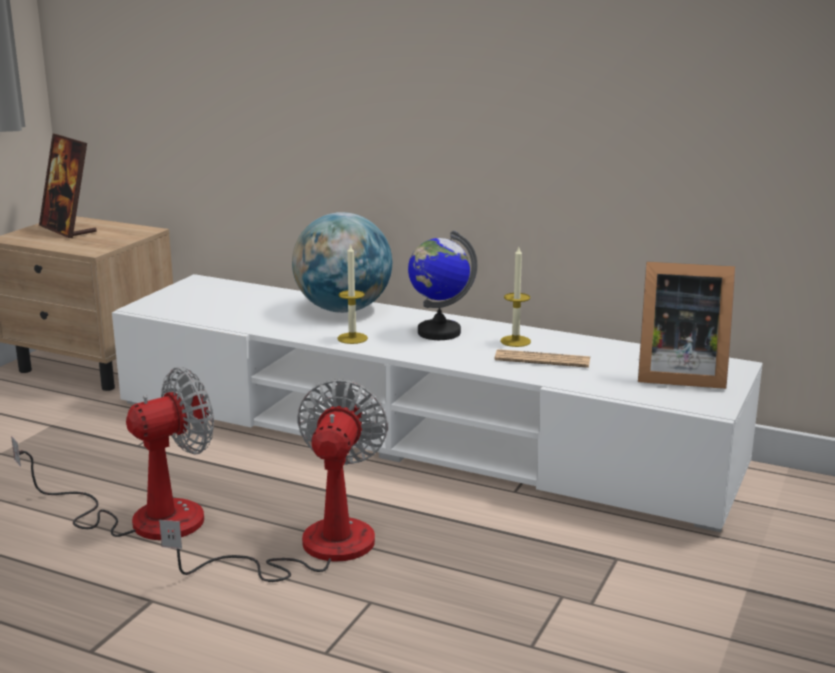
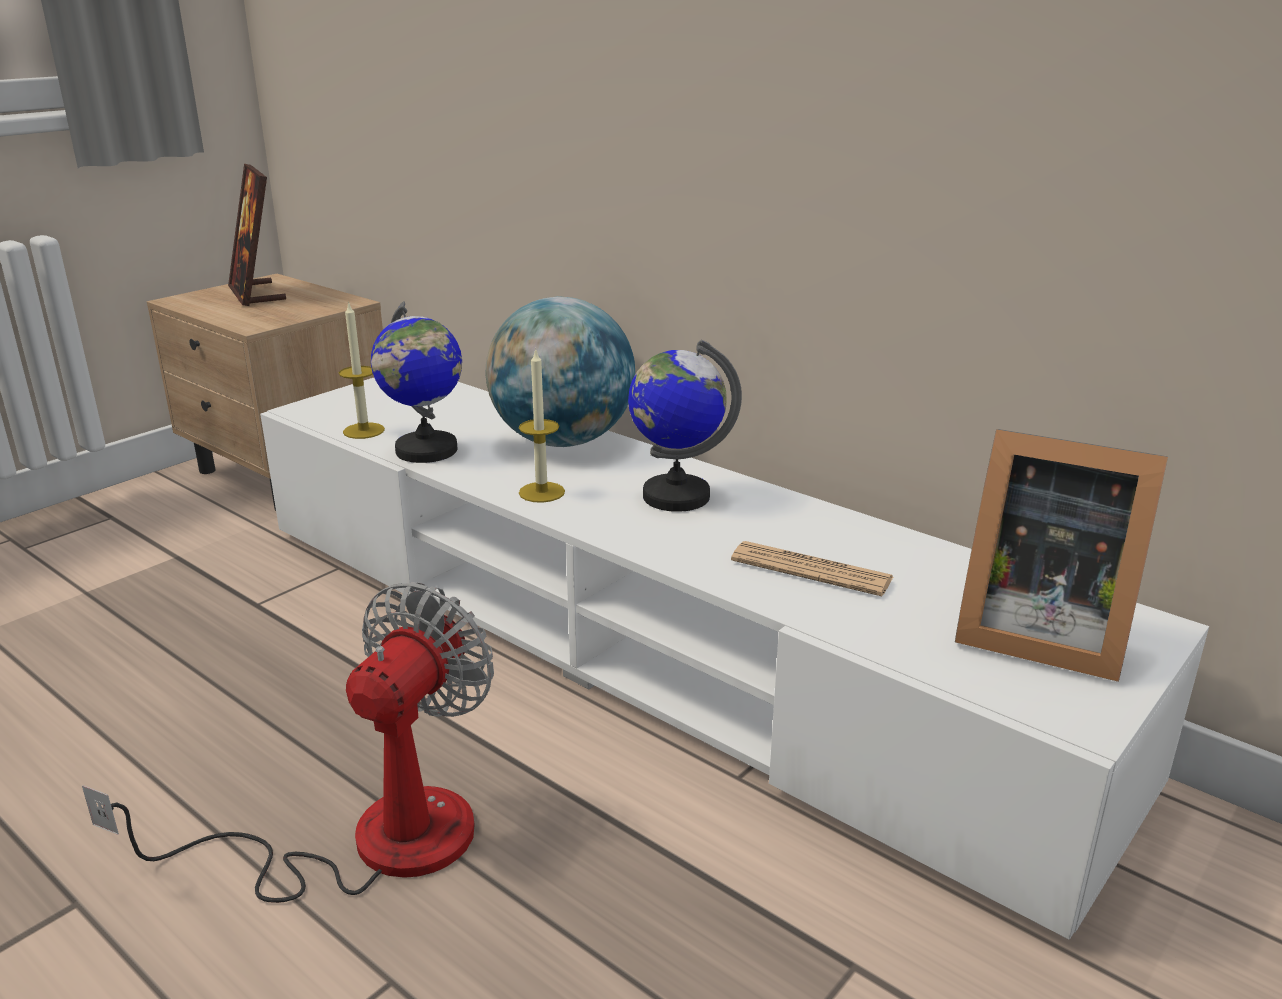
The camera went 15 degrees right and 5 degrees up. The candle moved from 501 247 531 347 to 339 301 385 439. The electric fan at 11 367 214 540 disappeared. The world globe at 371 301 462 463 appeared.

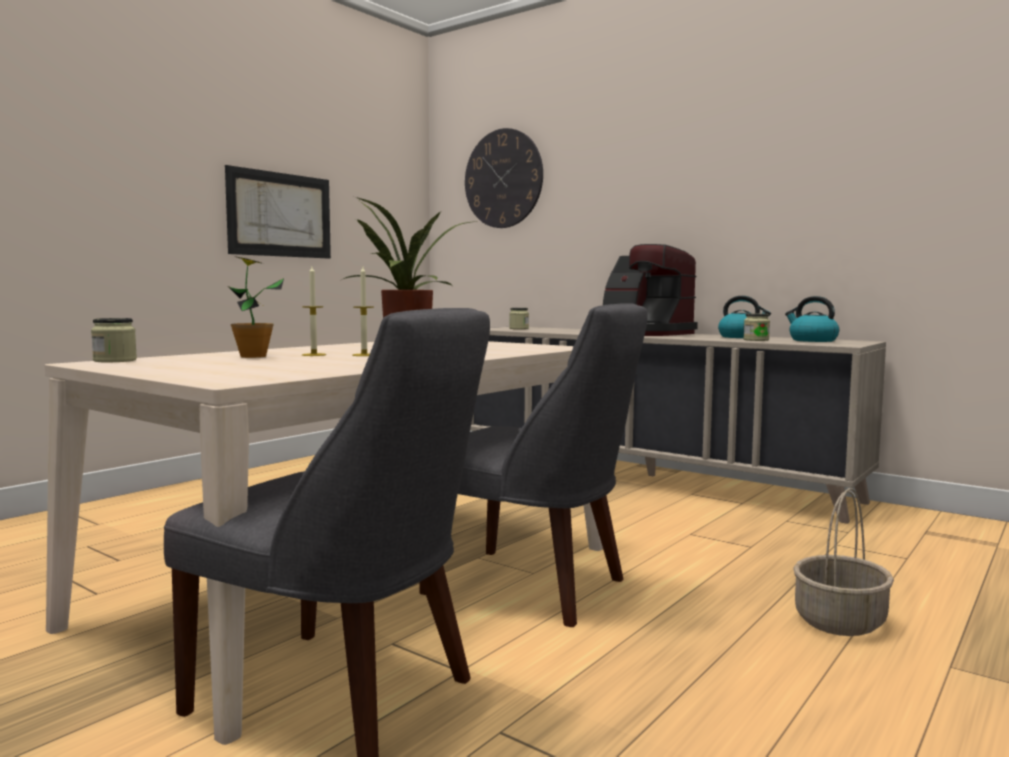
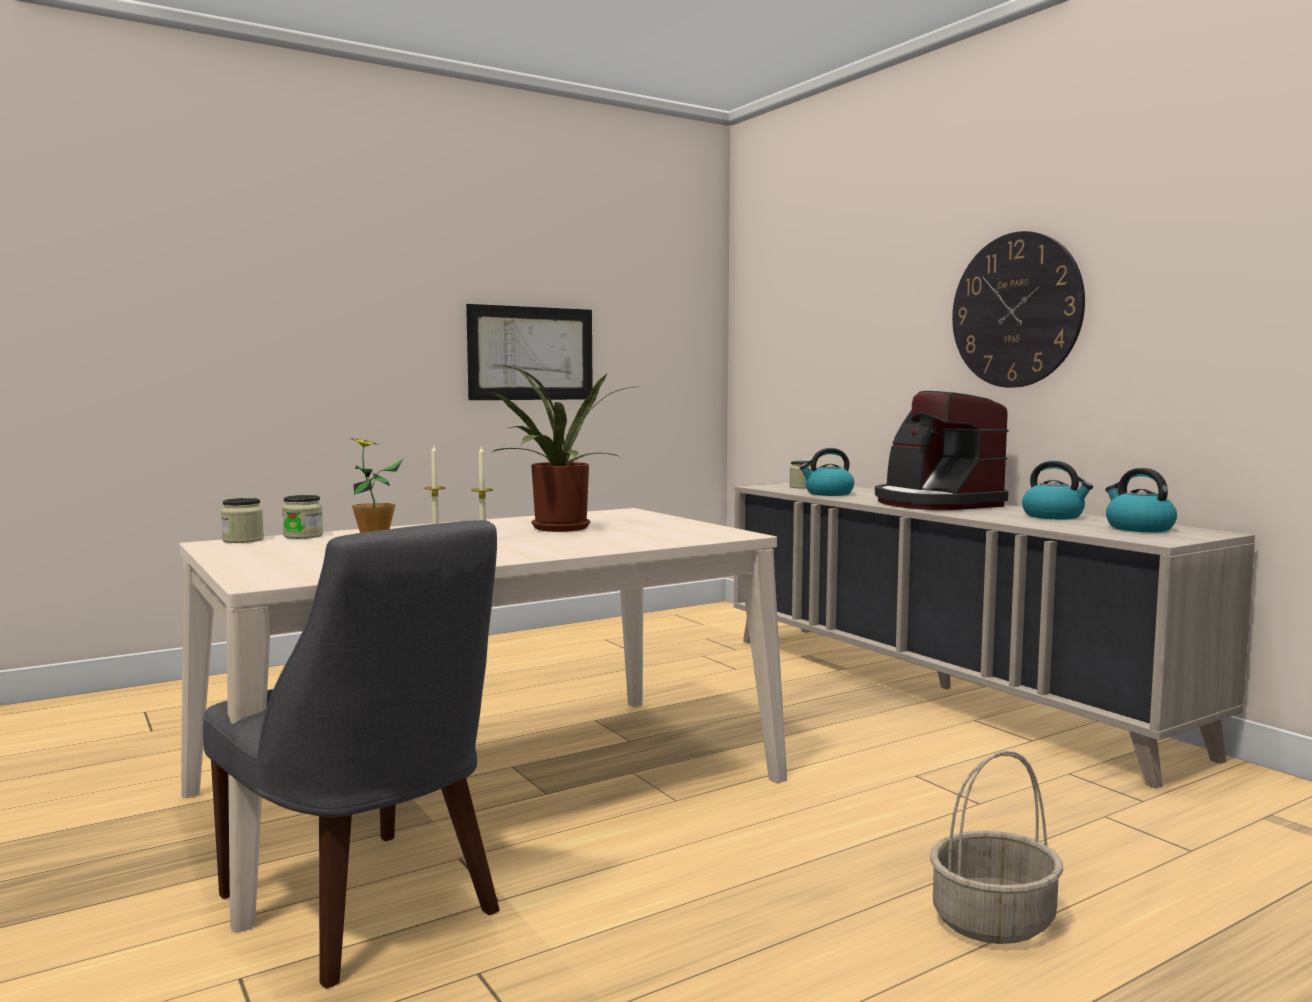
The camera went 20 degrees right and 0 degrees up. The clock on the wall moved from 465 128 543 228 to 952 231 1085 388. The grey upright chair at 419 303 648 627 disappeared. The preserve jar moved from 743 313 770 341 to 282 495 323 539. The water kettle at 799 448 854 496 appeared.

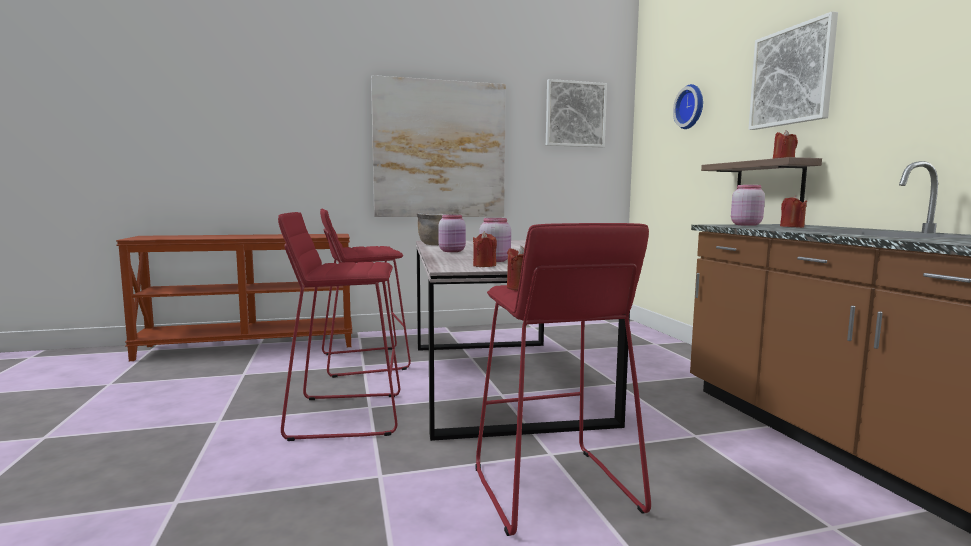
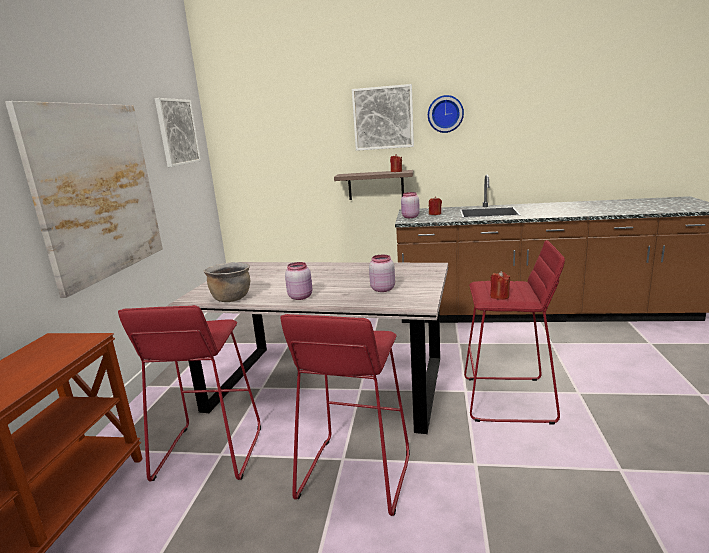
The camera went 65 degrees left and 10 degrees up. The clock on the wall moved from 673 84 703 129 to 428 95 464 133. The red-coloured candle at 473 231 497 267 disappeared.

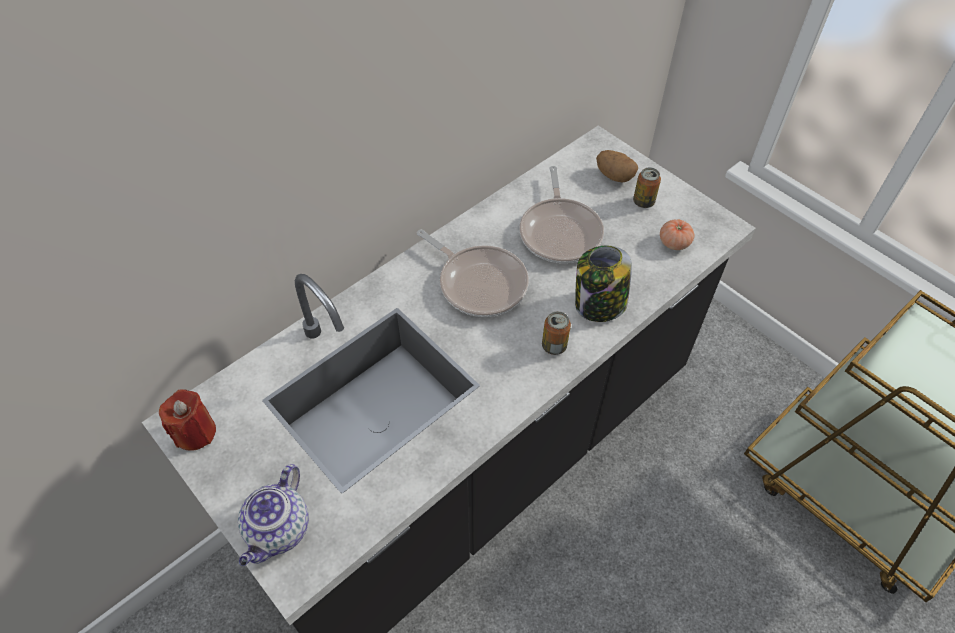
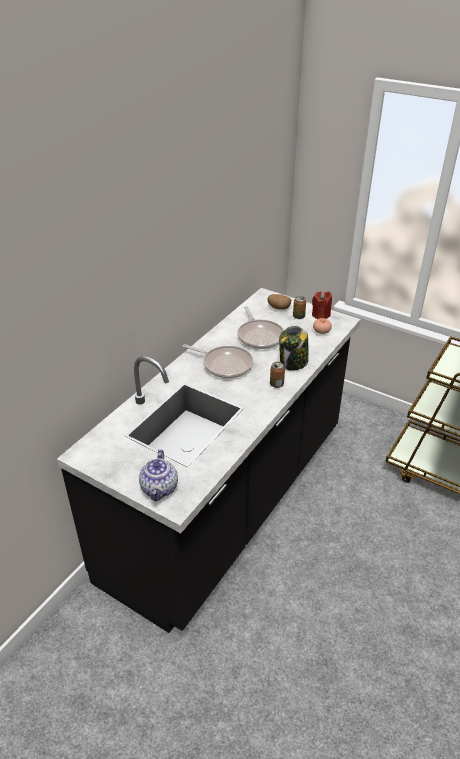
The camera went 15 degrees left and 15 degrees down. The red-coloured candle moved from 159 389 216 451 to 312 291 332 319.

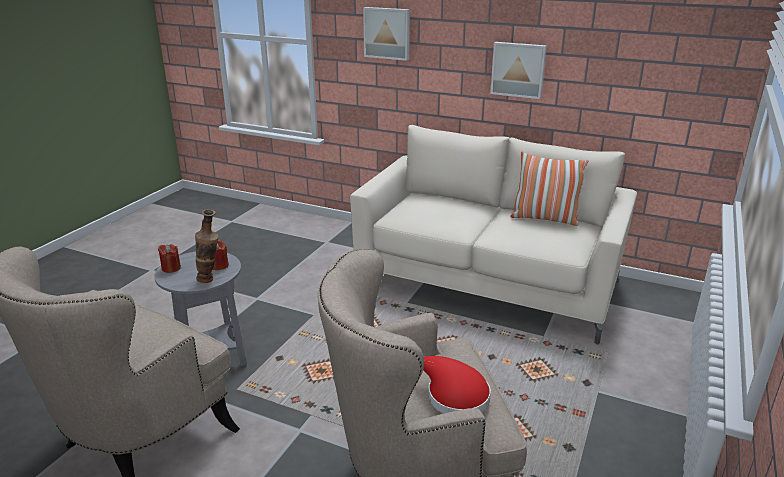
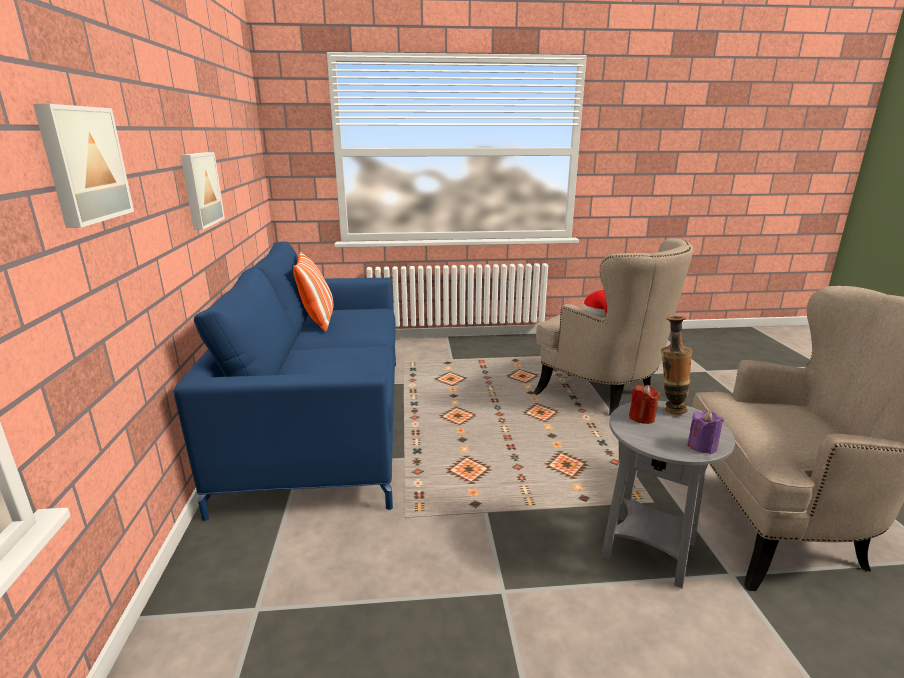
The camera went 120 degrees left and 5 degrees down. The beige sofa at 350 125 637 344 became the blue sofa at 174 241 396 521. The red-coloured candle at 158 244 181 273 became the purplish candle at 687 411 724 454.

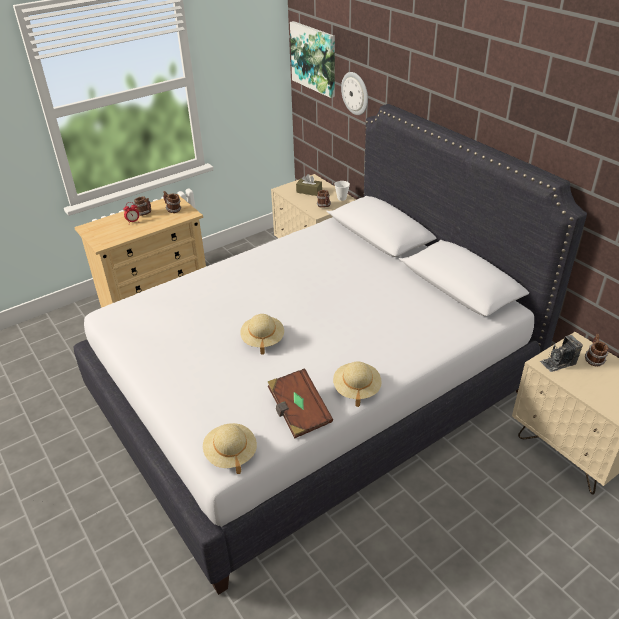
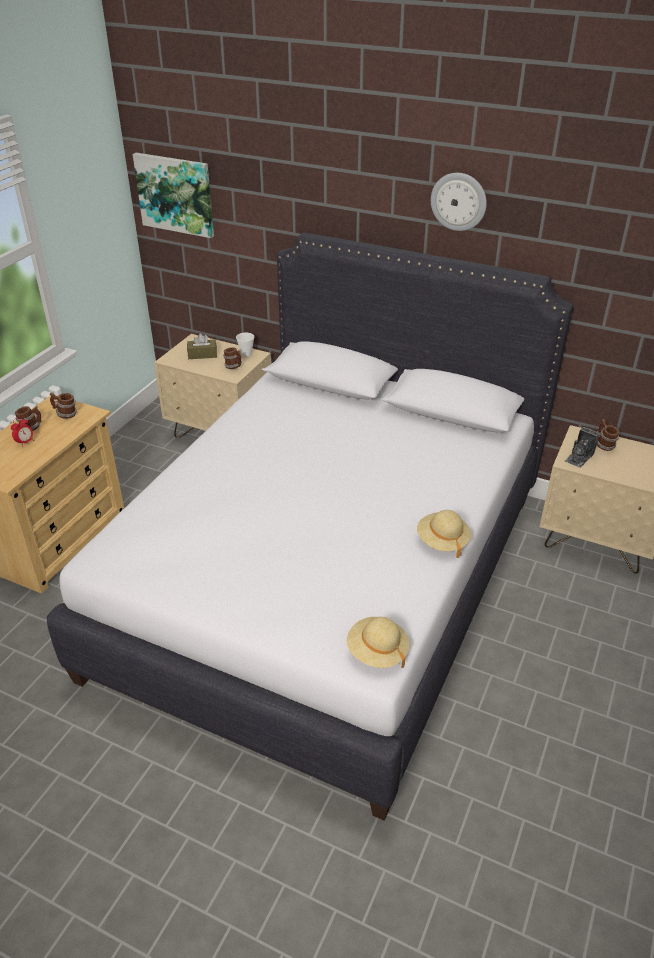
The camera went 30 degrees left and 0 degrees up. The clock on the wall moved from 341 72 368 115 to 431 173 487 231. The beige wearable hat at 240 314 284 355 disappeared. The brownish bound book at 268 368 333 439 disappeared.

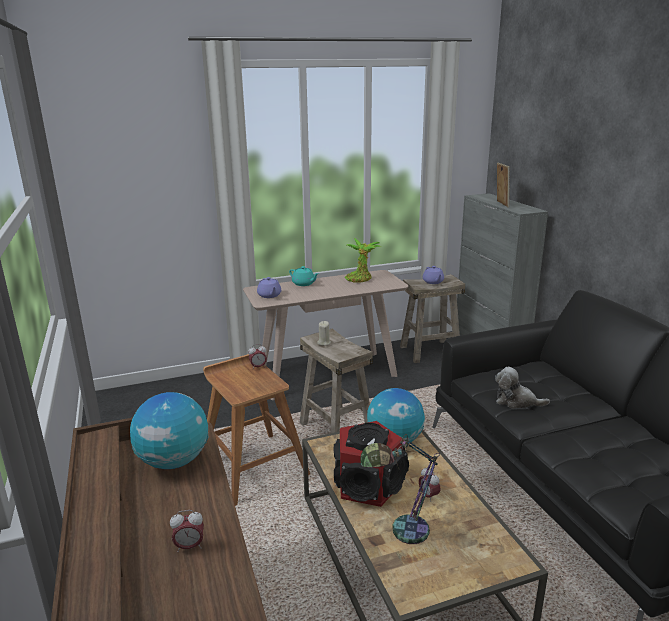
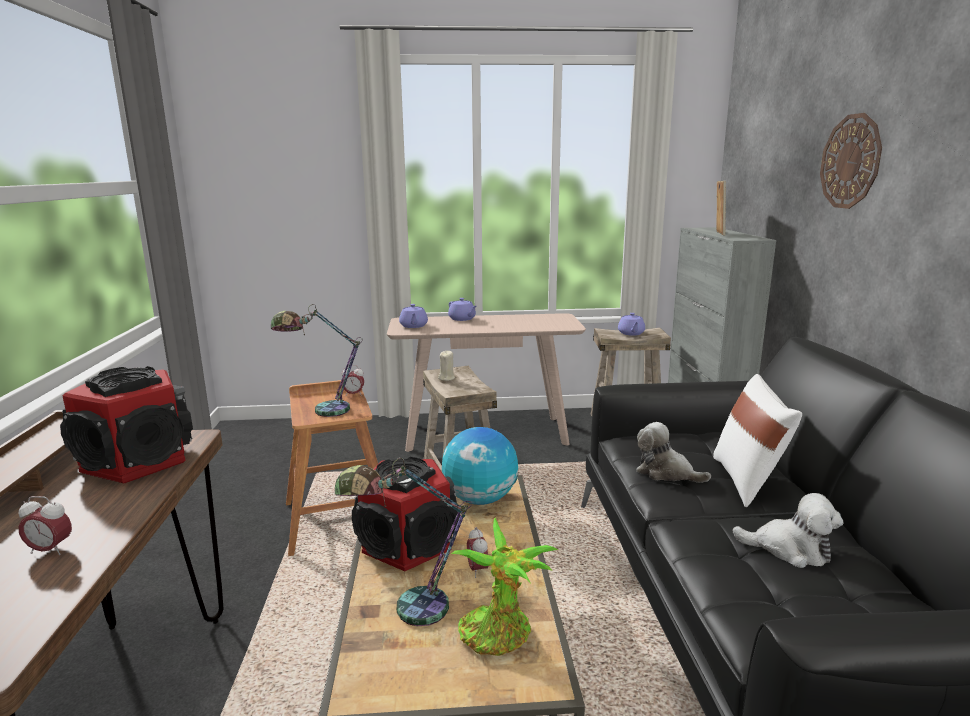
The camera went 15 degrees right and 5 degrees down. The potted plant moved from 345 238 381 283 to 451 517 559 656. The blue-green tea pot at 289 266 319 286 became the purplish tea pot at 448 298 477 321. The world globe at 130 392 208 469 was replaced by the loudspeaker at 60 366 193 483. The clock on the wall at 820 113 882 209 appeared. The table lamp at 271 304 363 417 appeared. The whitish cushion at 713 374 802 507 appeared. The cuddly toy at 732 493 843 568 appeared.

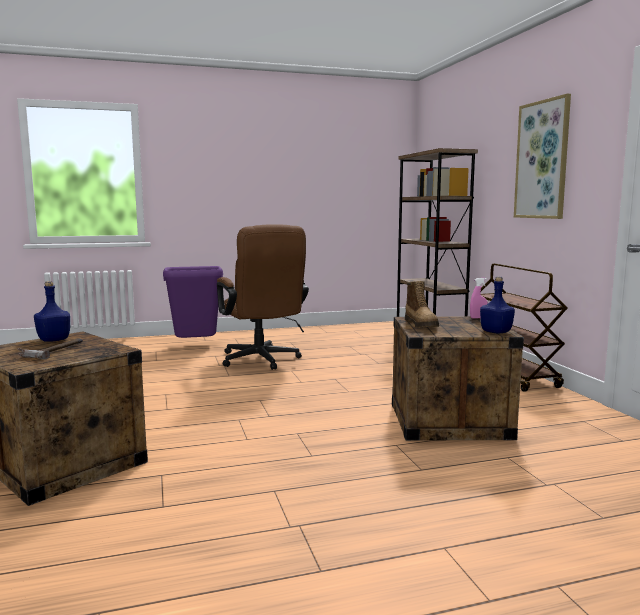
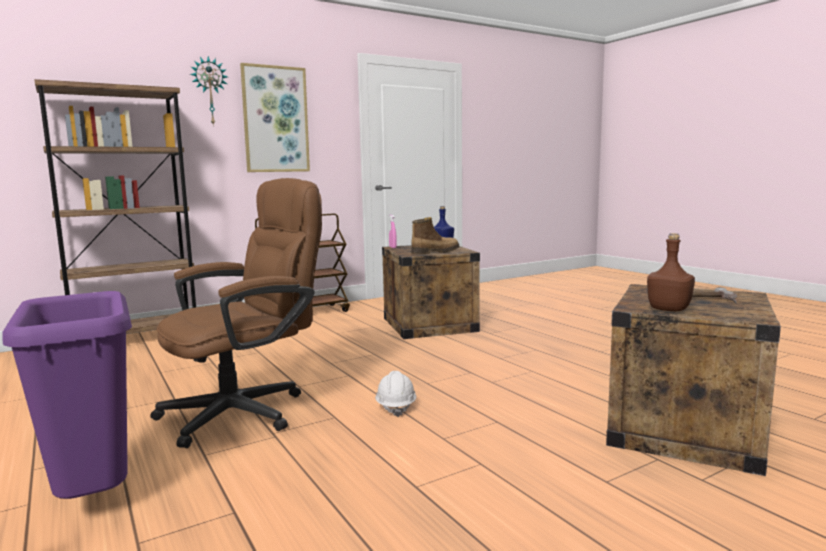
The camera went 105 degrees left and 0 degrees up. The blue beverage bottle at 34 281 70 342 became the brownish beverage bottle at 647 233 695 311. The clock on the wall at 190 56 227 126 appeared. The whitish hard hat at 375 371 416 417 appeared.

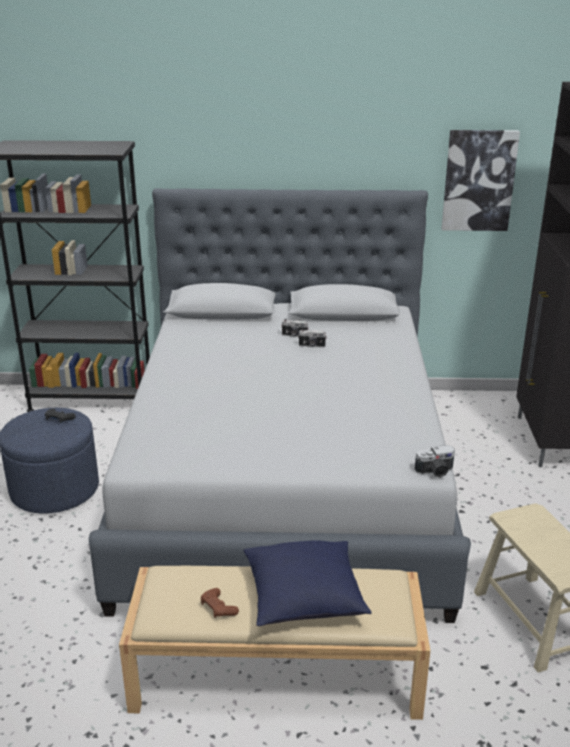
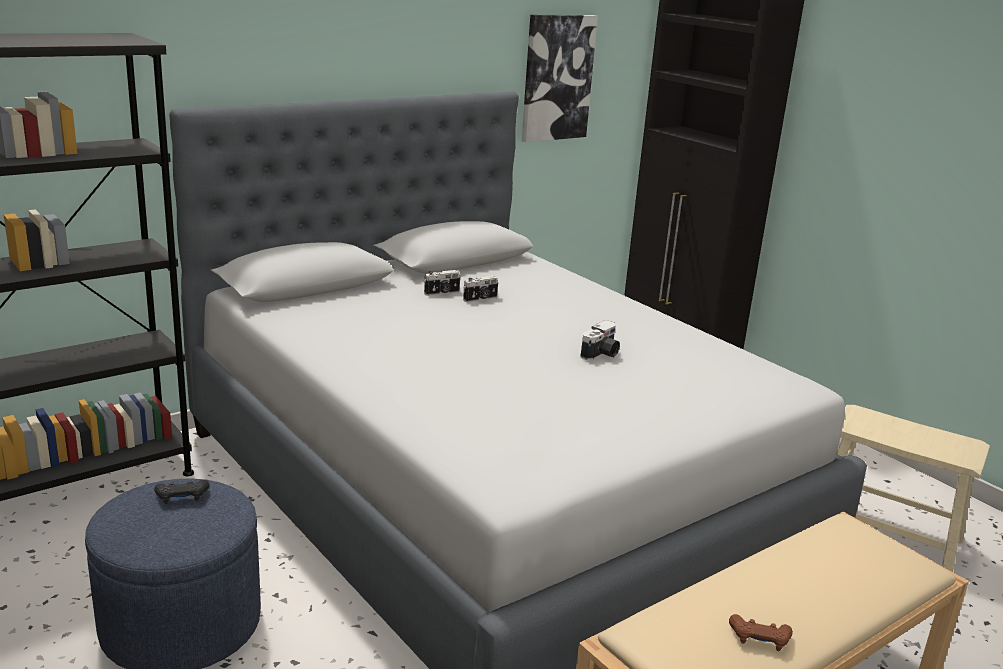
The camera went 40 degrees left and 5 degrees down. The photo camera moved from 415 445 455 478 to 580 321 620 360. The blue cushion at 243 540 372 626 disappeared.

